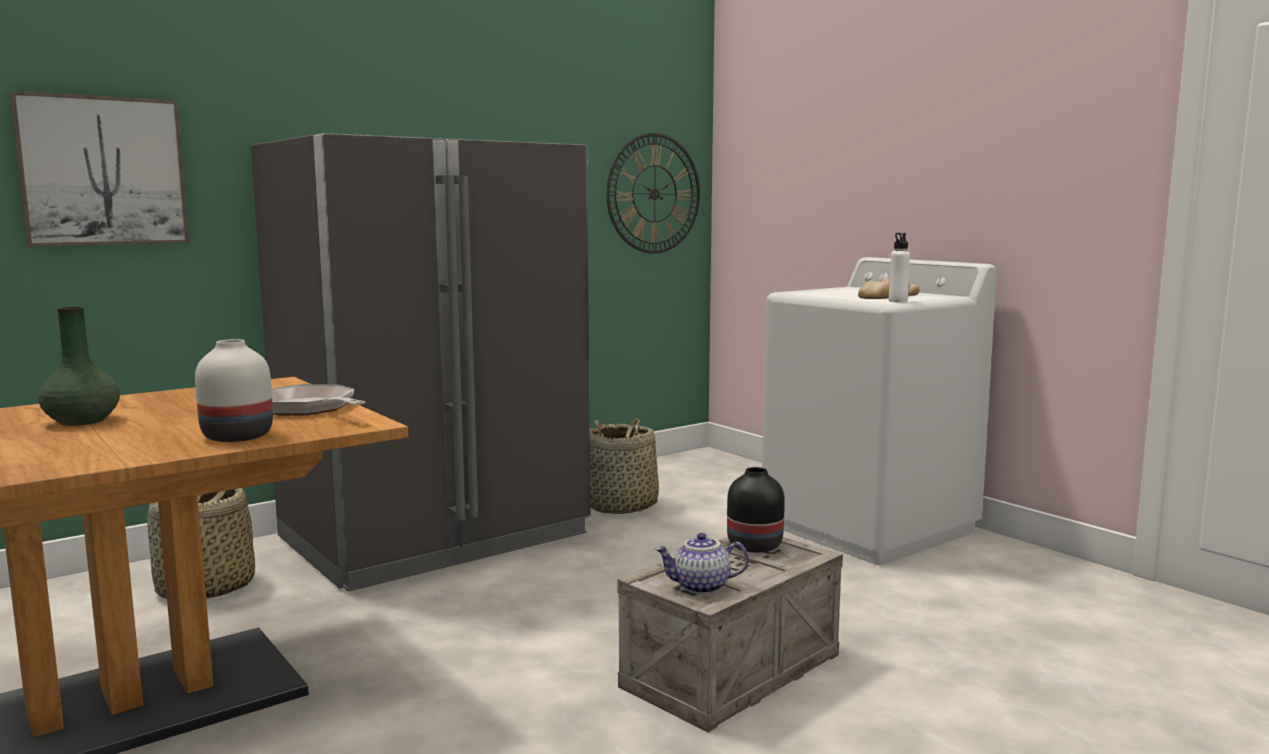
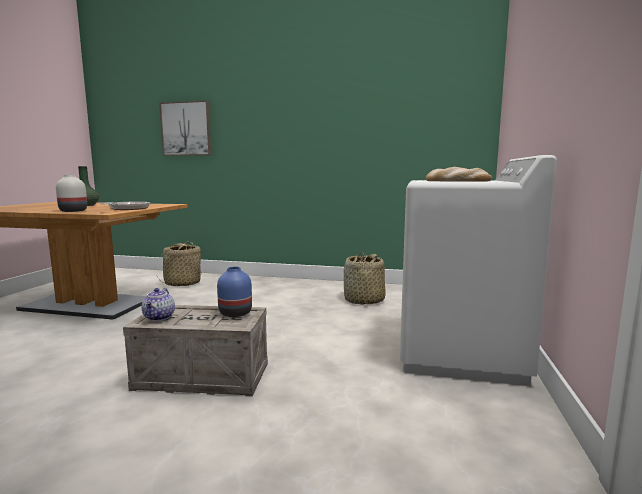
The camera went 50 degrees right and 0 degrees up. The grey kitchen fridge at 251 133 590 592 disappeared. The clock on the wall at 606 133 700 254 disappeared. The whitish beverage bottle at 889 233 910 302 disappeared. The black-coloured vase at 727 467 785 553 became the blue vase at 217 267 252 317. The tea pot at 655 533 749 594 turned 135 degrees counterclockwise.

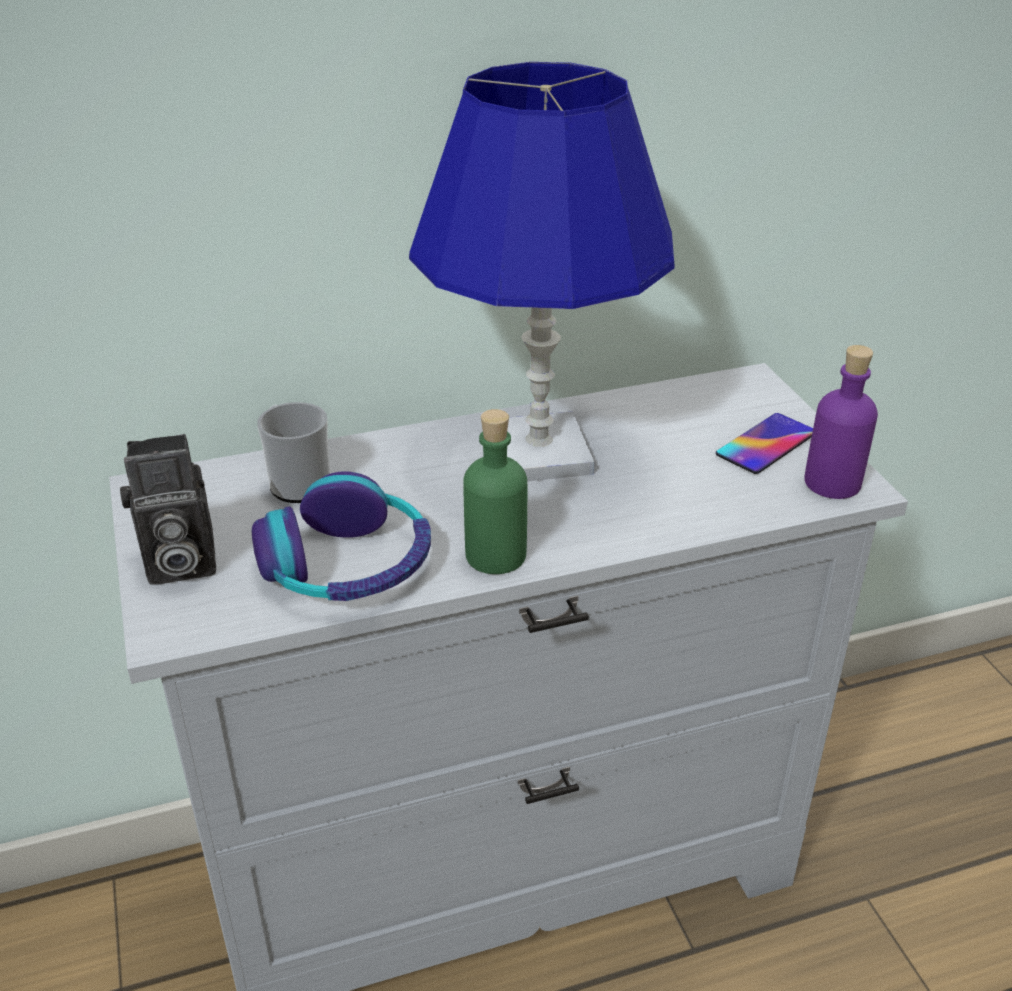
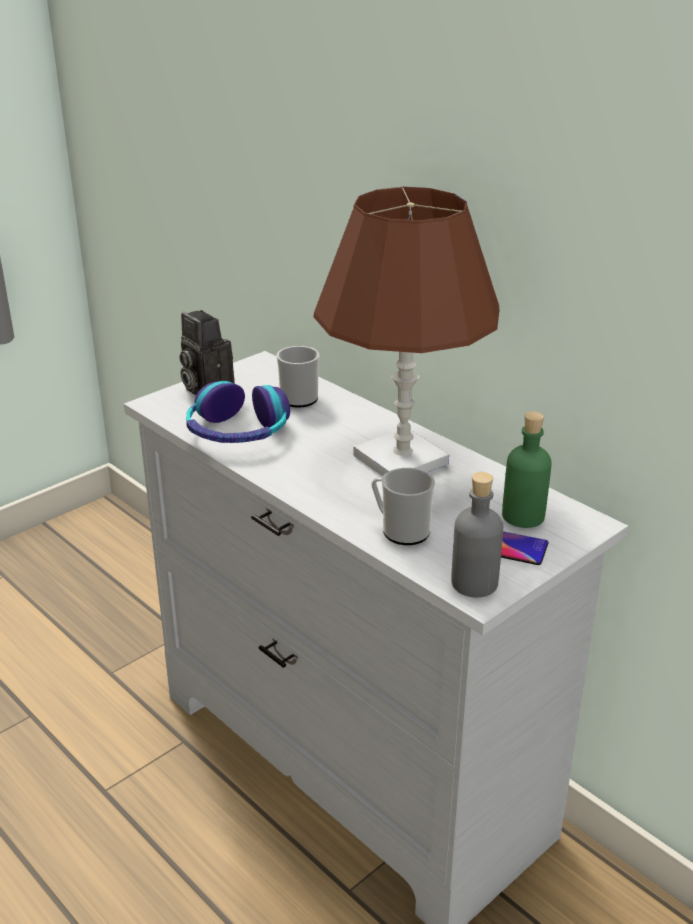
The camera went 65 degrees right and 5 degrees down. The blue table lamp at 409 62 675 482 became the brownish table lamp at 313 187 499 476. The purplish beverage bottle at 804 345 878 499 became the grey beverage bottle at 451 472 503 597. The green-coloured beverage bottle moved from 464 409 527 574 to 502 411 552 528. The coffee mug at 371 468 435 545 appeared.

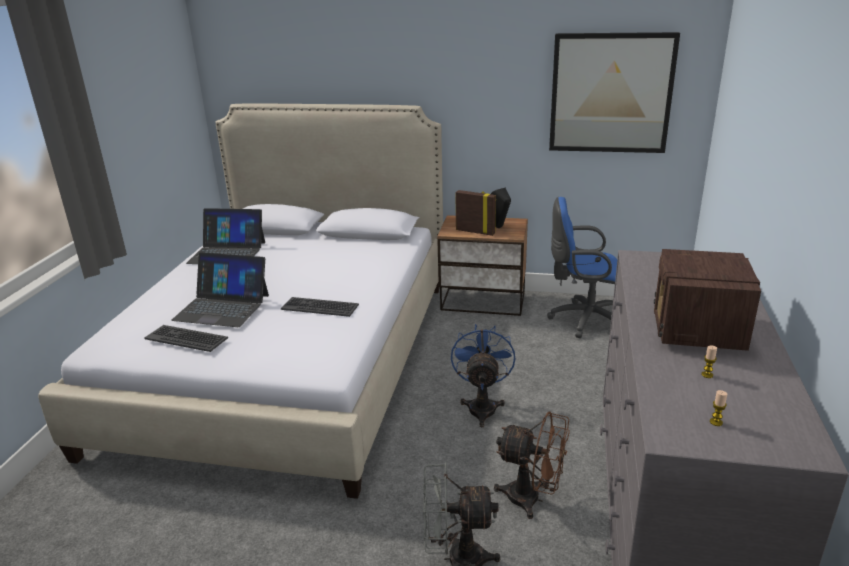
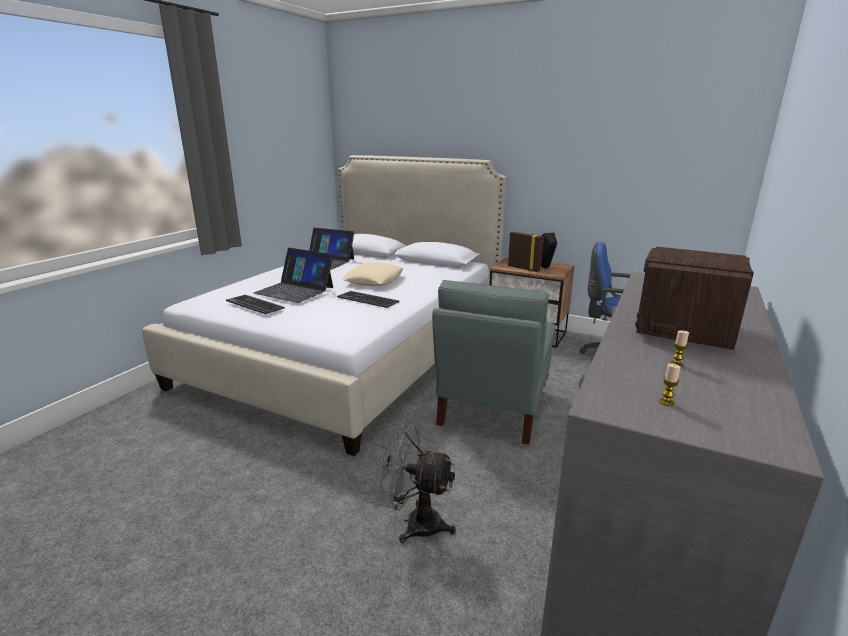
The camera went 15 degrees right and 5 degrees down. The picture at 549 32 680 153 disappeared. The blue electric fan at 451 324 515 427 was replaced by the grey lounge chair at 432 280 555 445. The brownish electric fan at 494 411 570 519 disappeared. The beige cushion at 343 263 403 286 appeared.

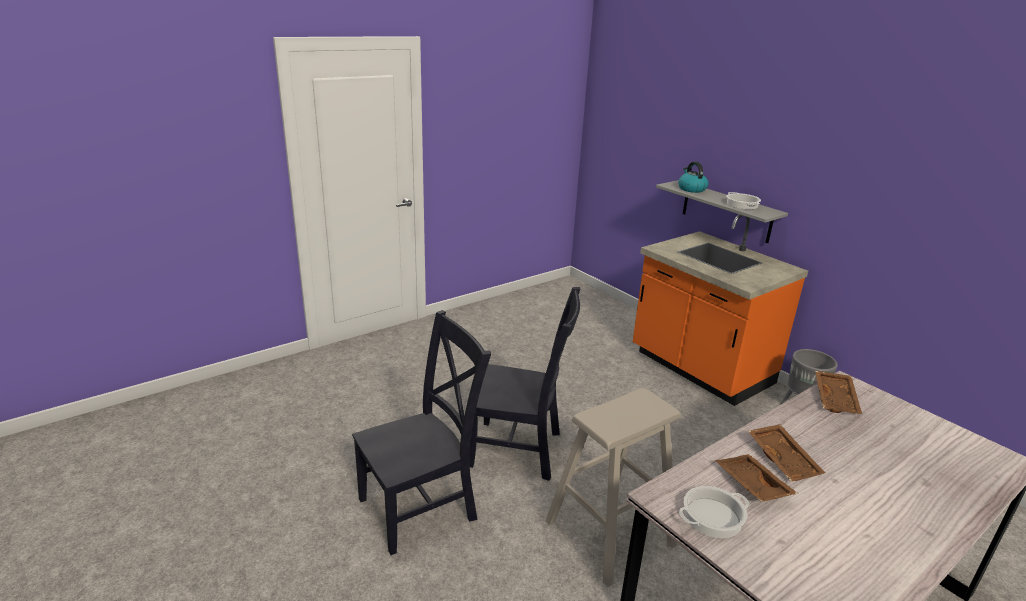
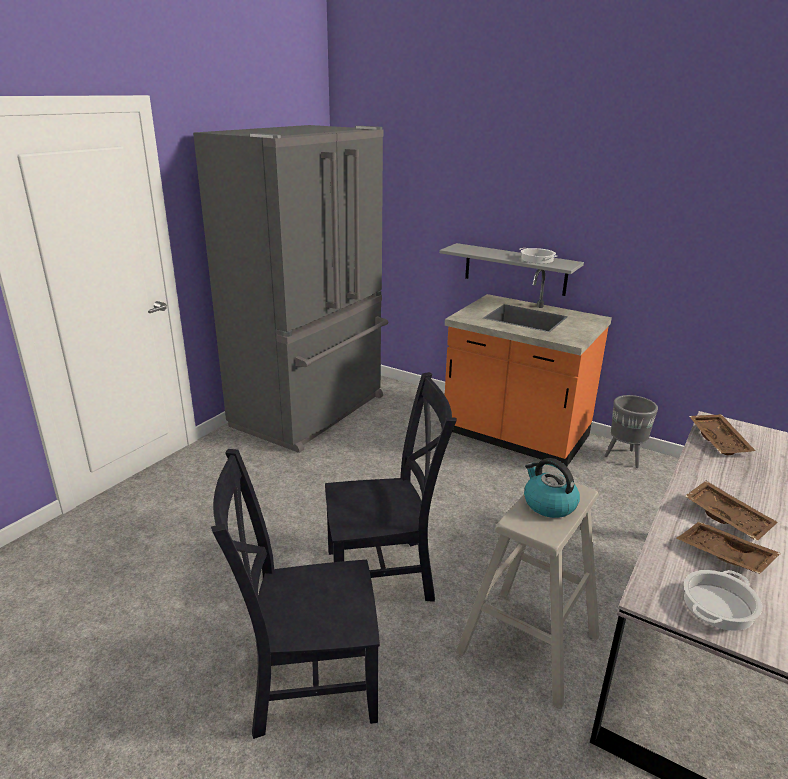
The camera went 20 degrees left and 0 degrees up. The water kettle moved from 678 162 708 193 to 524 458 580 518. The black-coloured upright chair at 352 310 491 555 turned 135 degrees counterclockwise. The grey kitchen fridge at 193 125 388 453 appeared.

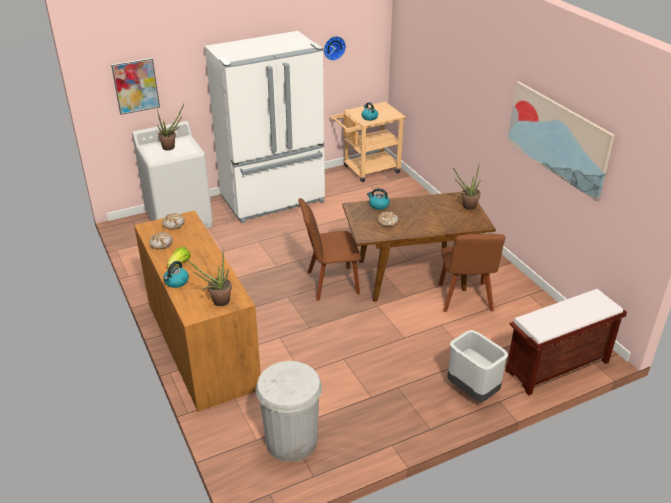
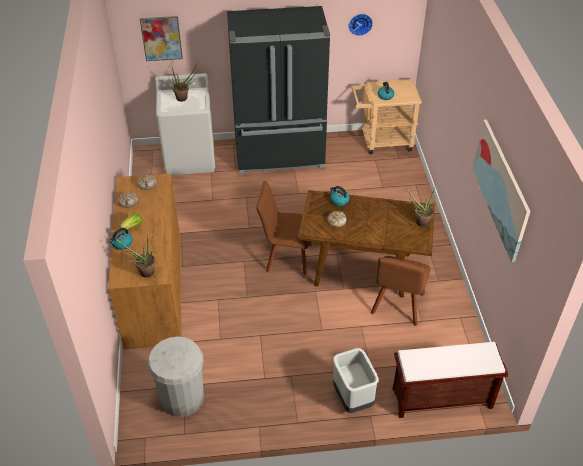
The camera went 20 degrees right and 10 degrees up. The whitish kitchen fridge at 205 31 325 223 became the black-coloured kitchen fridge at 227 6 330 175.

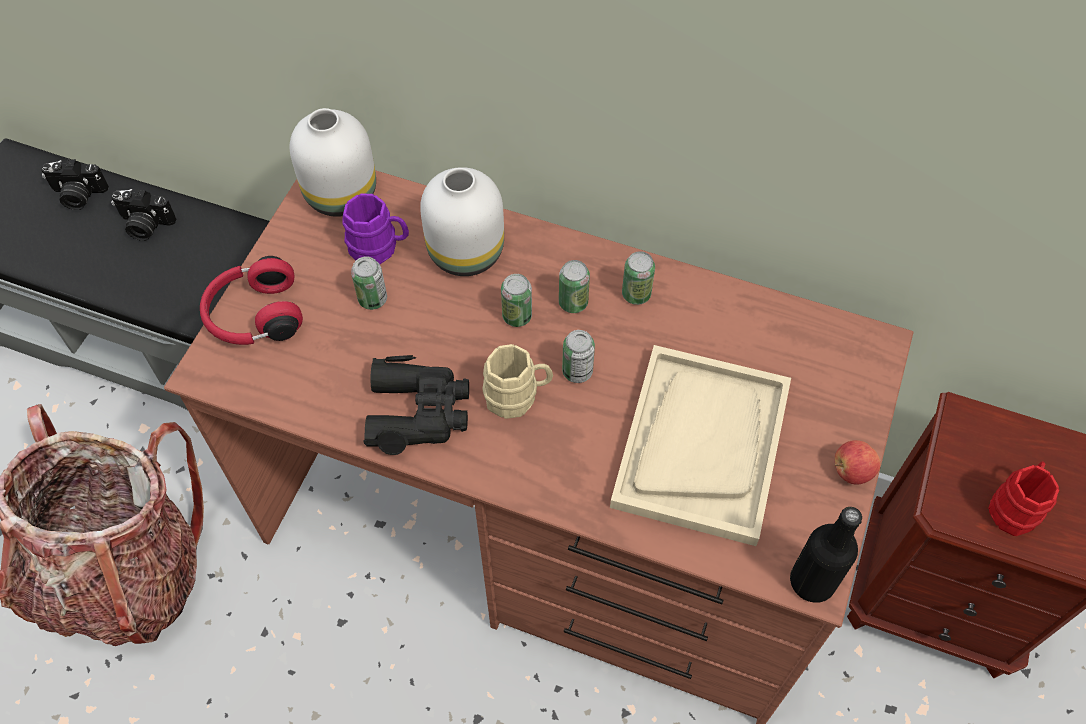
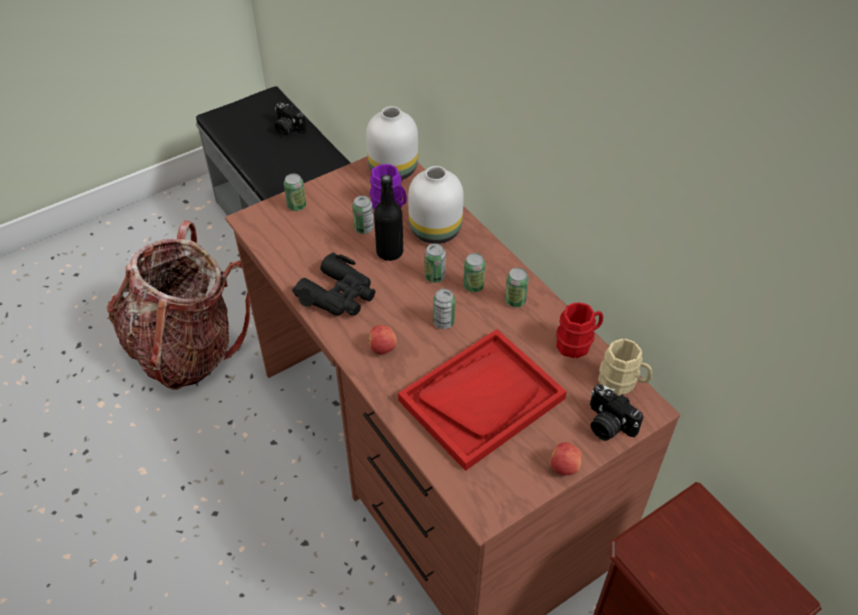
The camera went 35 degrees right and 10 degrees down. The photo camera moved from 111 189 177 241 to 590 384 643 441. The red-coloured headset at 200 256 303 345 was replaced by the metal can at 284 173 306 211. The beige coffee mug moved from 482 344 553 419 to 598 339 652 395. The beige serving tray at 610 345 791 546 became the red-coloured serving tray at 398 329 567 471. The red-coloured coffee mug moved from 988 461 1059 536 to 556 302 603 358. The black-coloured beverage bottle moved from 790 507 862 603 to 374 175 403 261. The whole apple at 368 325 397 354 appeared.

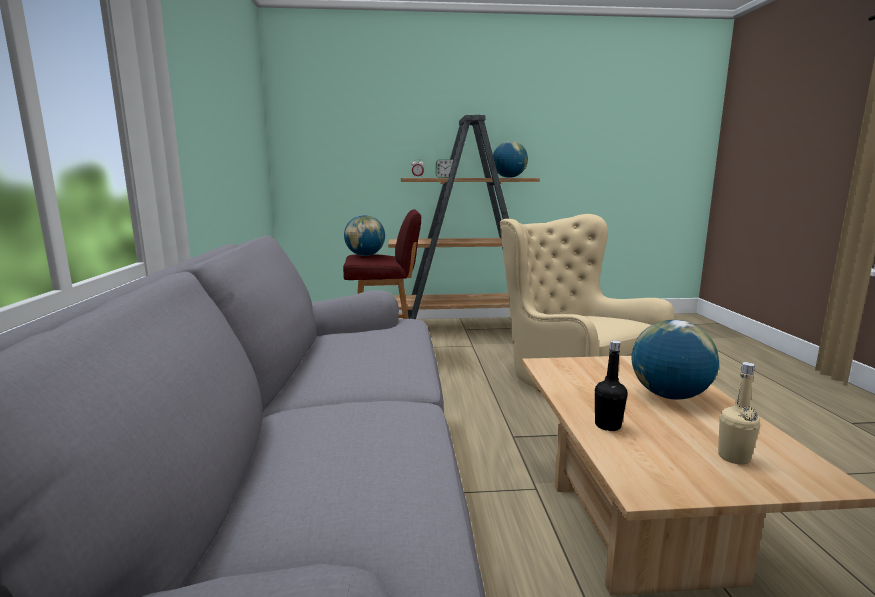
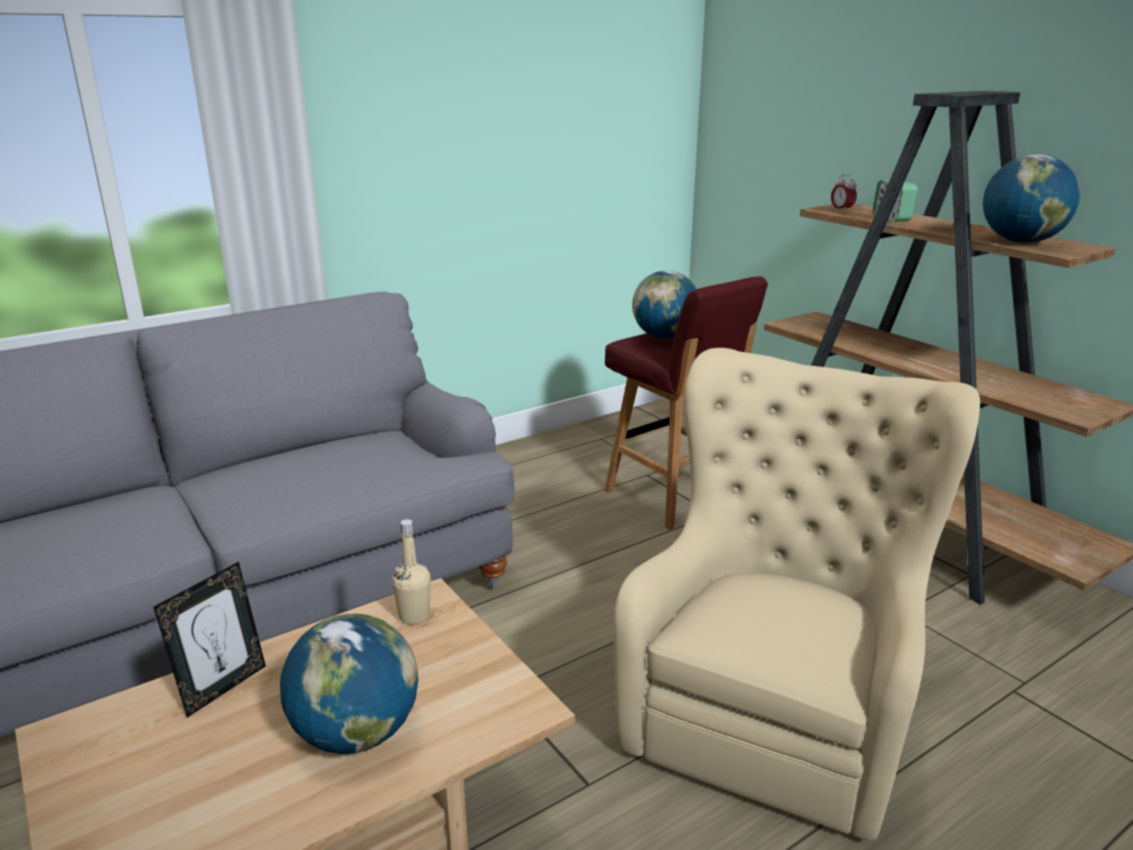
The camera went 60 degrees right and 10 degrees up. The black-coloured beverage bottle at 595 340 628 431 was replaced by the picture frame at 153 562 266 718. The beige beverage bottle moved from 718 362 760 465 to 392 519 431 624.

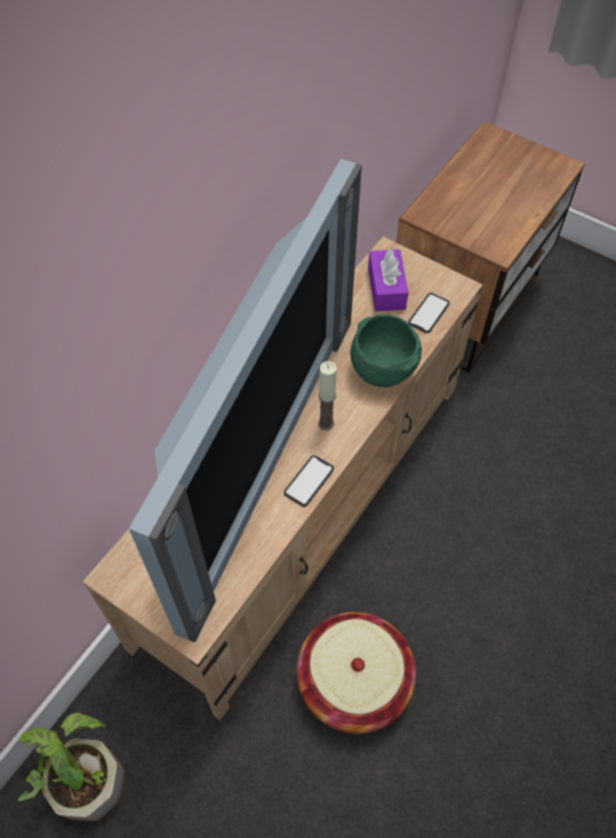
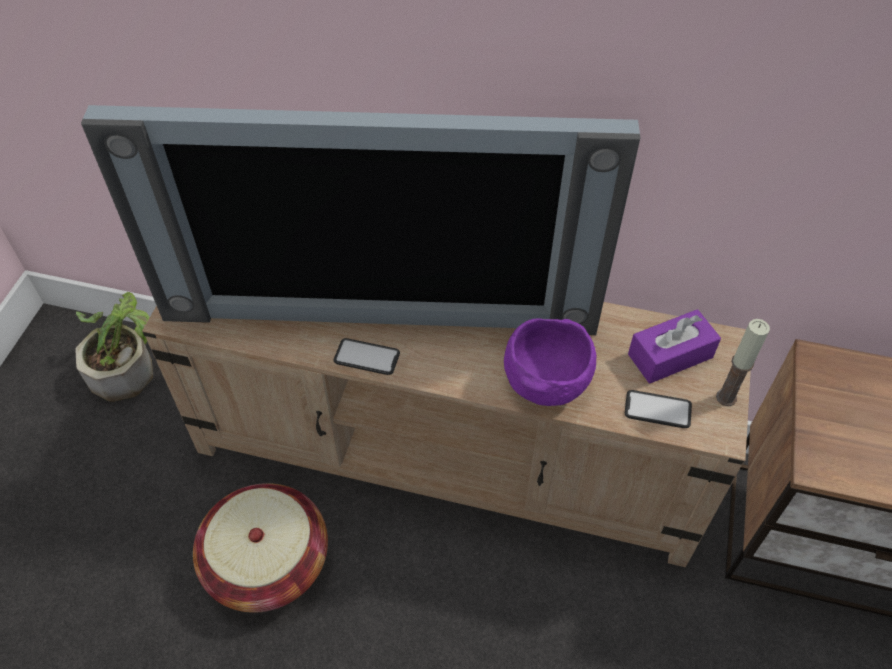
The camera went 70 degrees right and 5 degrees down. The green-coloured bowl at 350 314 422 387 became the purplish bowl at 504 319 596 406. The candle moved from 318 361 337 431 to 716 319 770 406.

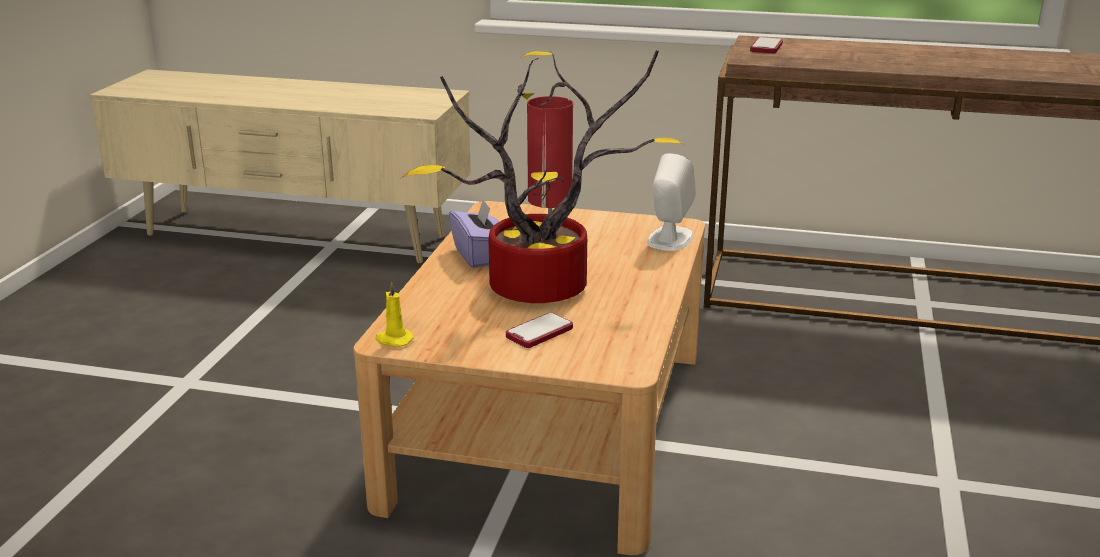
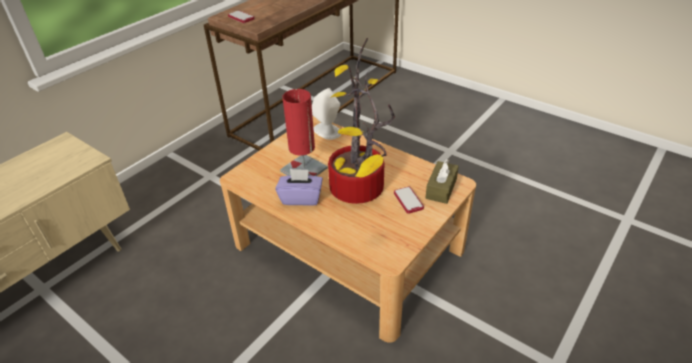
The camera went 65 degrees left and 15 degrees up. The yellow-coloured candle at 375 281 414 347 disappeared. The brownish box of tissues at 426 159 459 204 appeared.

